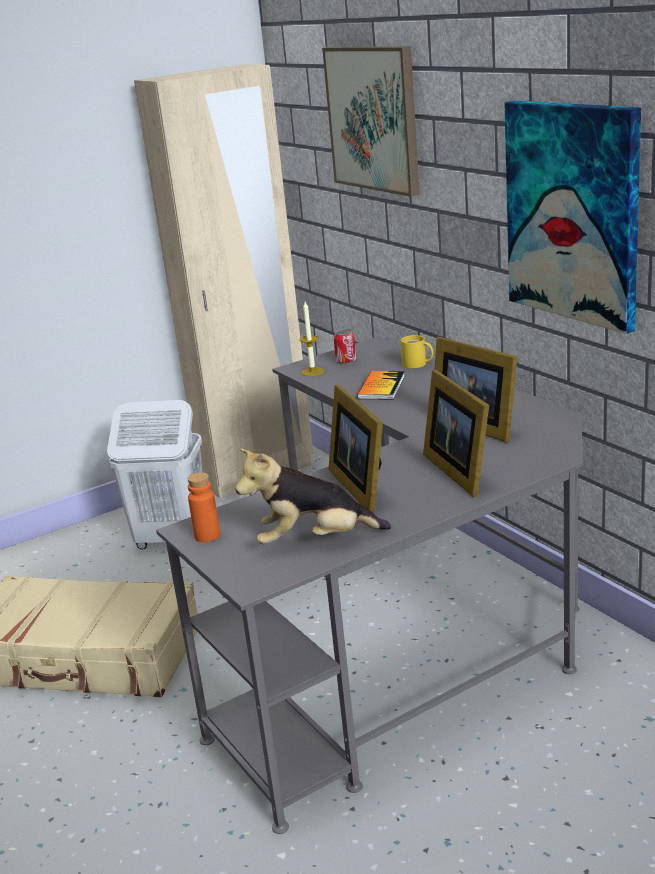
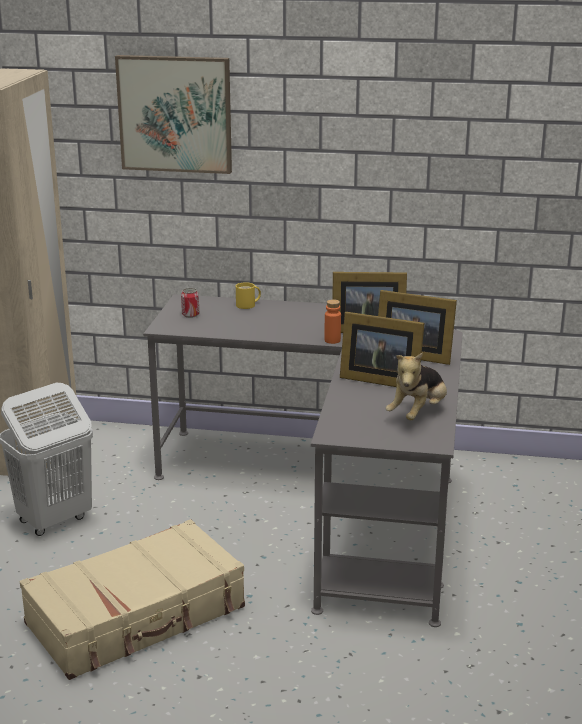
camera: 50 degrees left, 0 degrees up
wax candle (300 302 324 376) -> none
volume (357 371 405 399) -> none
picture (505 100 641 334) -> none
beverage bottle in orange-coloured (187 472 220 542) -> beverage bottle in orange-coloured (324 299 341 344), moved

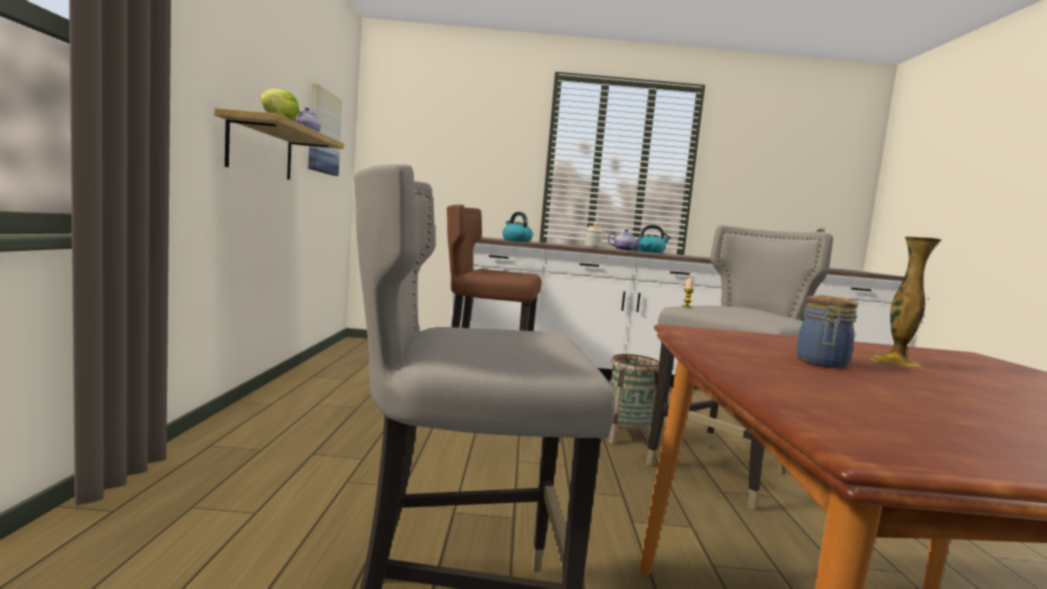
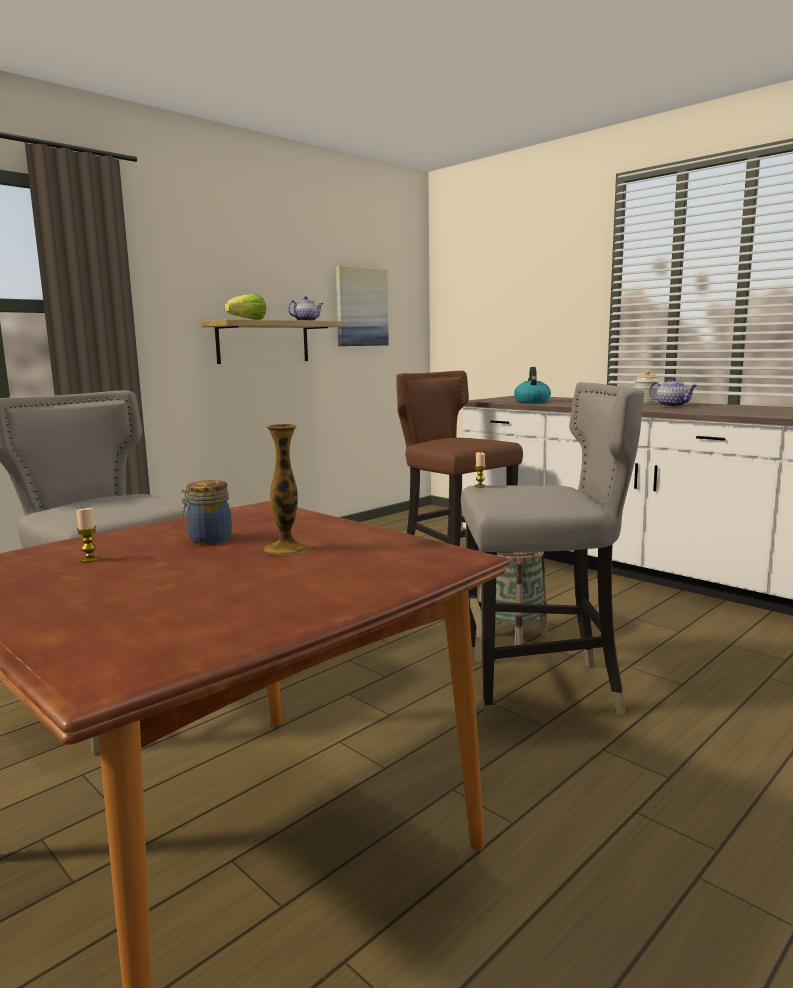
camera: 45 degrees right, 5 degrees up
tea kettle (637 225 671 253) -> none
none -> wax candle (76 508 100 563)

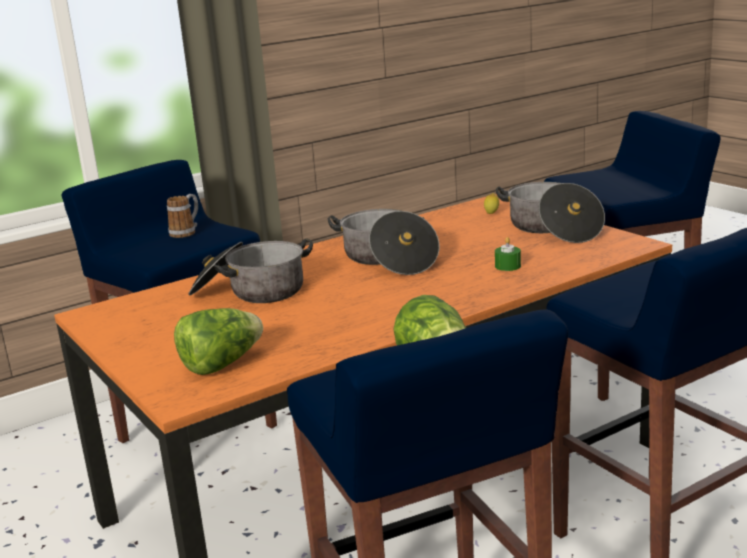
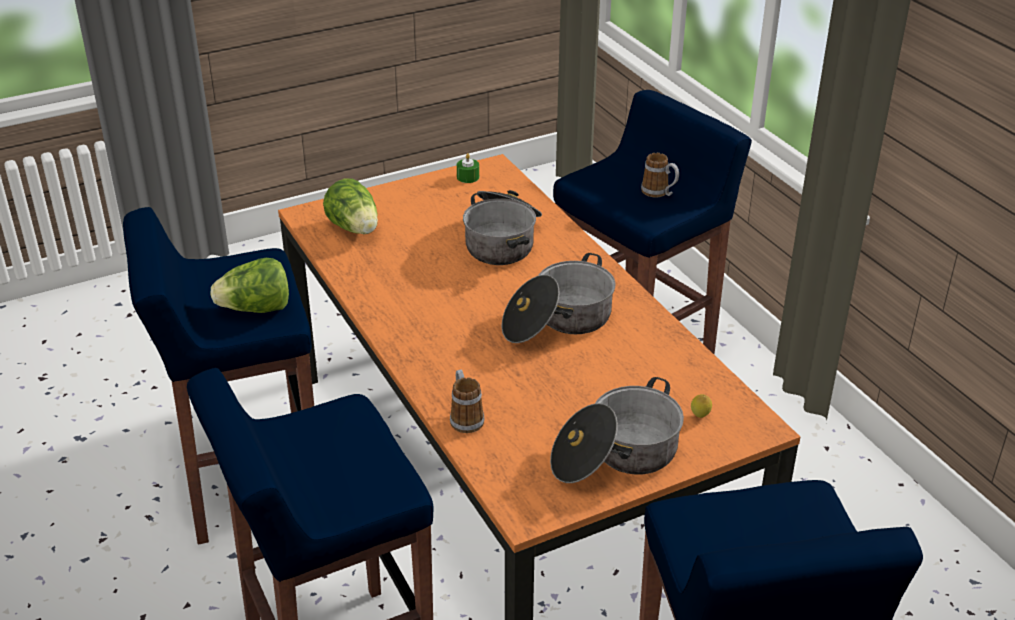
camera: 95 degrees right, 15 degrees up
none -> tea mug (450 370 484 433)
wax candle in greenish (495 237 521 271) -> wax candle in greenish (457 153 479 183), moved

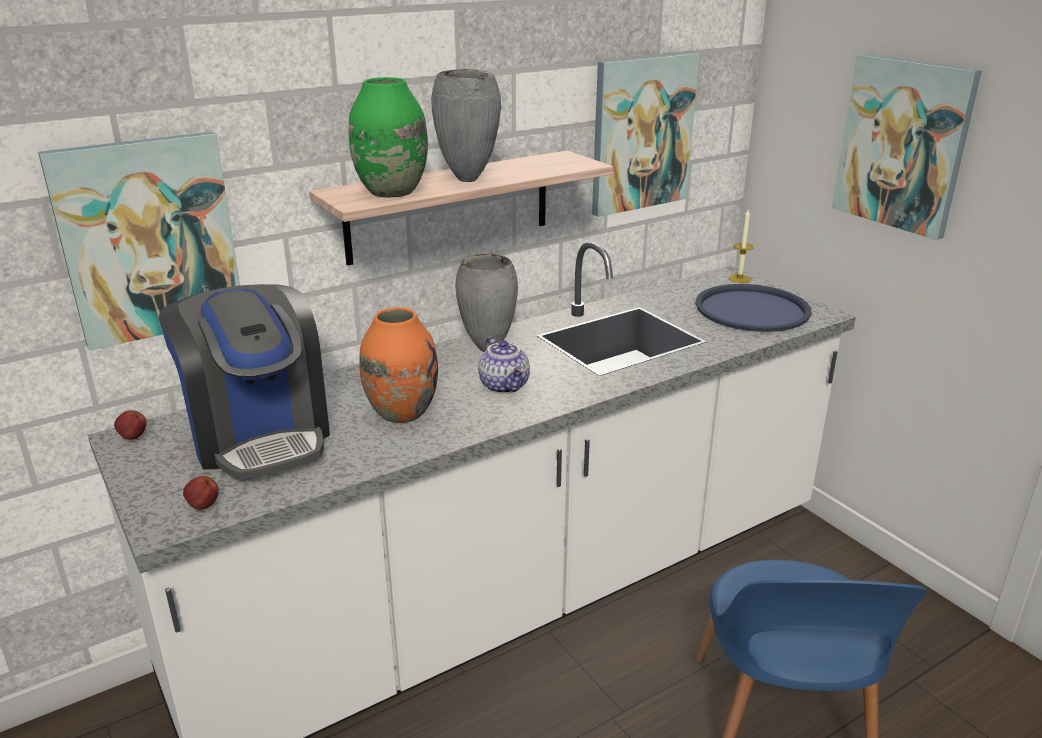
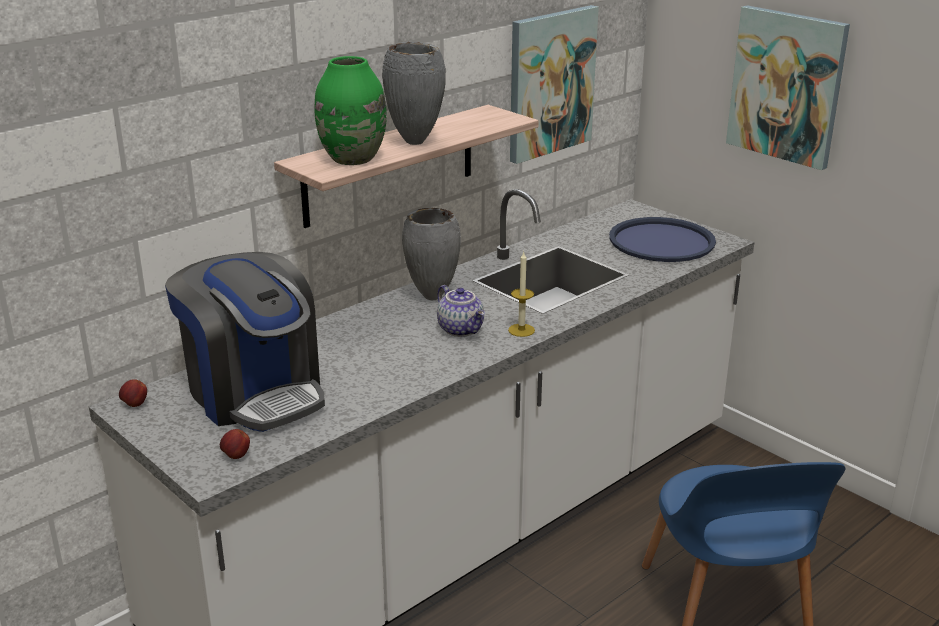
camera: 10 degrees left, 0 degrees up
picture (38 132 240 351) -> none
vase in orange-coloured (359 307 438 423) -> none
wax candle (728 210 753 283) -> wax candle (508 252 535 337), moved

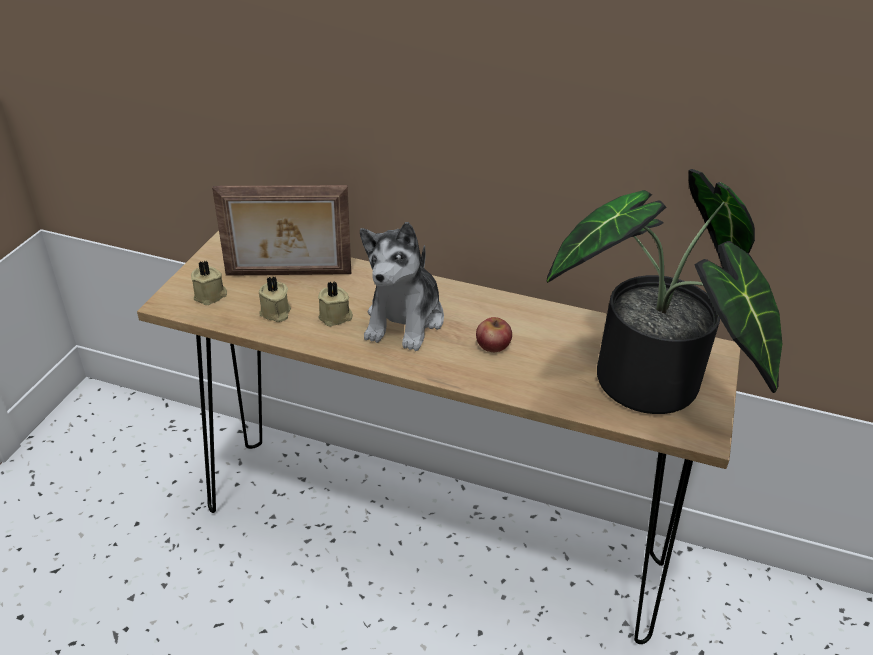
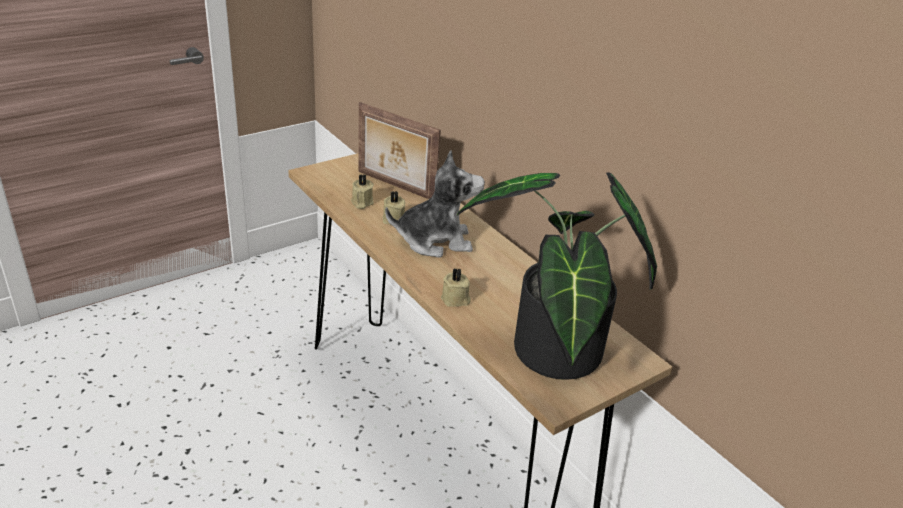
camera: 35 degrees right, 5 degrees down
apple (476 317 512 352) -> none
wax candle in sand-coloured (191 260 227 305) -> wax candle in sand-coloured (441 268 471 307), moved
cuddly toy (360 222 444 351) -> cuddly toy (385 151 485 258), 150 degrees counterclockwise

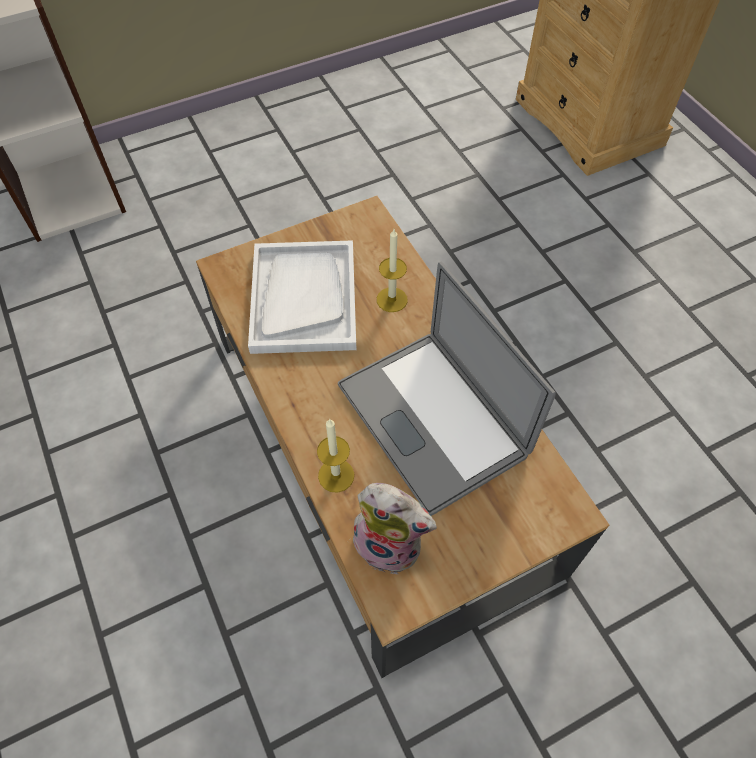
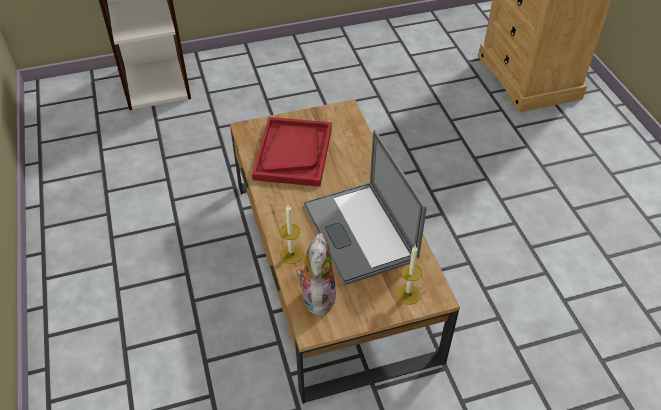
camera: 10 degrees right, 10 degrees down
wax candle (377 229 408 312) -> wax candle (396 245 422 305), moved
carrying tray in whitish (248 240 356 354) -> carrying tray in red (252 117 332 187)
cuddly toy (353 483 437 575) -> cuddly toy (296 233 336 316), 120 degrees counterclockwise

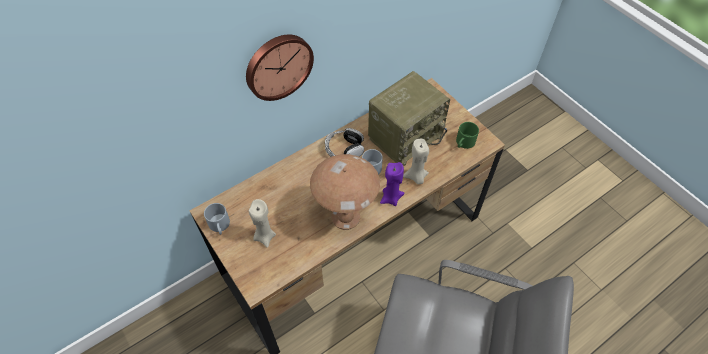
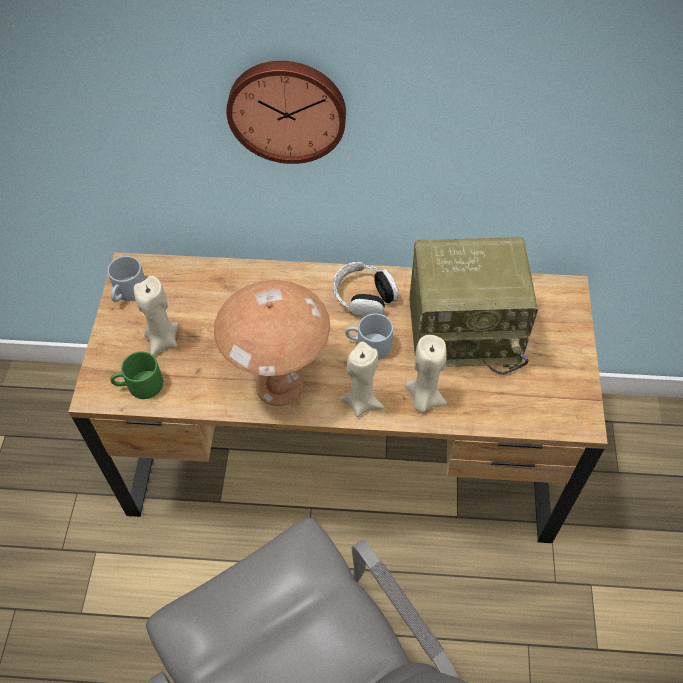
camera: 40 degrees right, 0 degrees up
tea mug in greenish (456 122 479 149) -> tea mug in greenish (110 351 163 399), moved
wax candle in purple-coloured (380 162 405 206) -> wax candle in sand-coloured (339 342 384 417)

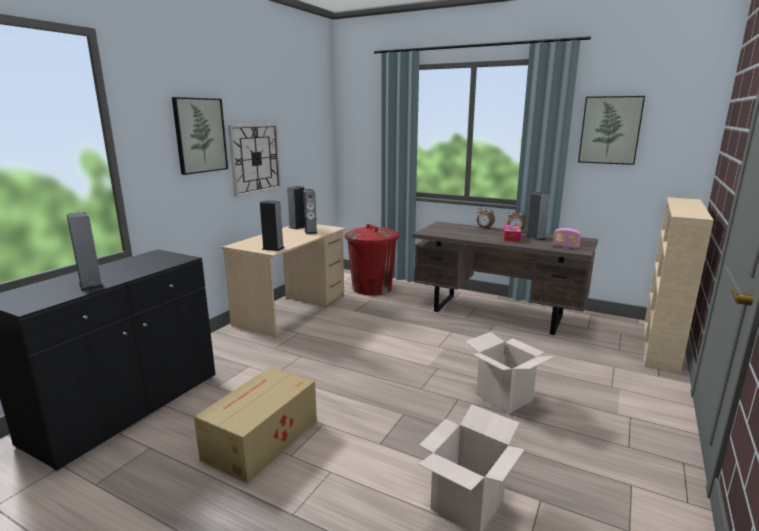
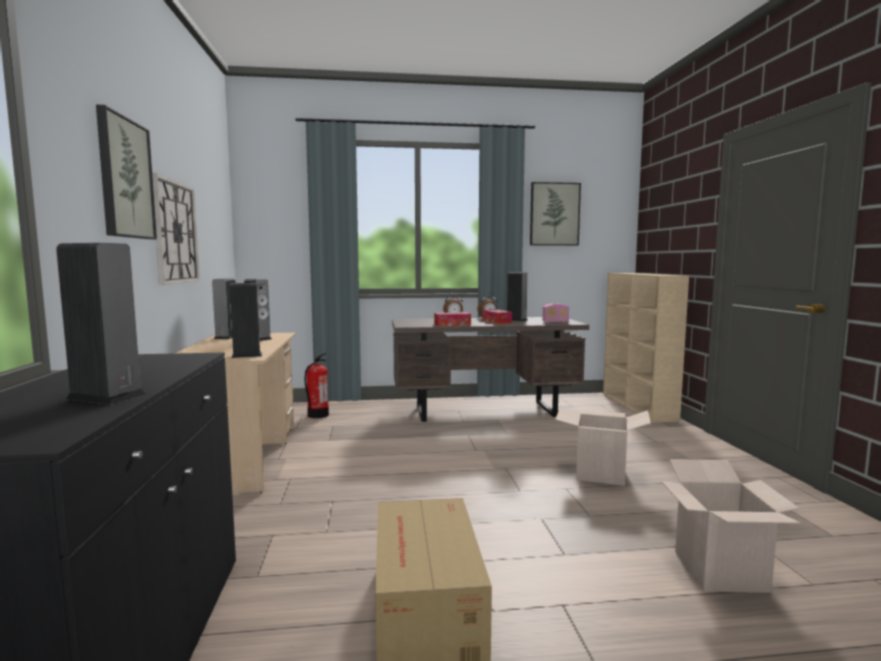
camera: 35 degrees left, 10 degrees down
none -> tissue box (434 312 471 326)
trash can in red (345 224 399 295) -> extinguisher (305 353 329 418)

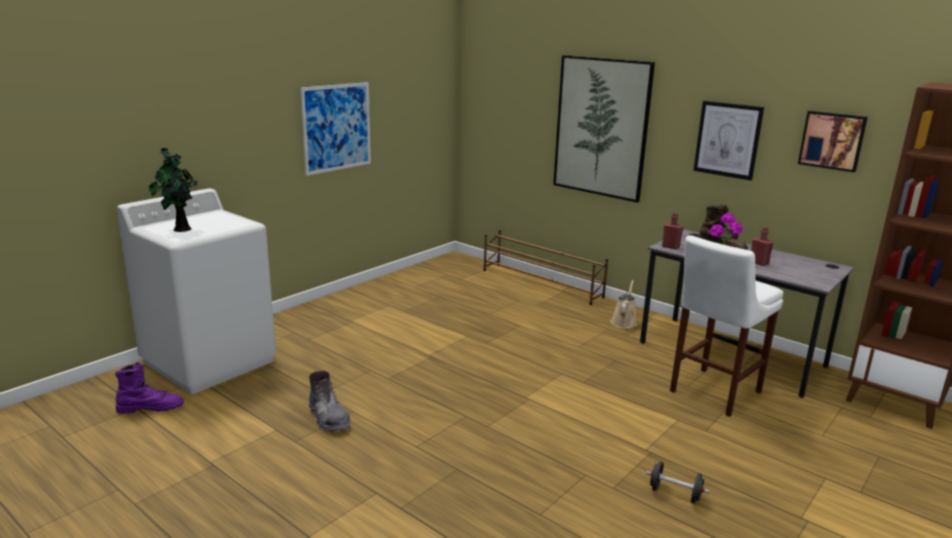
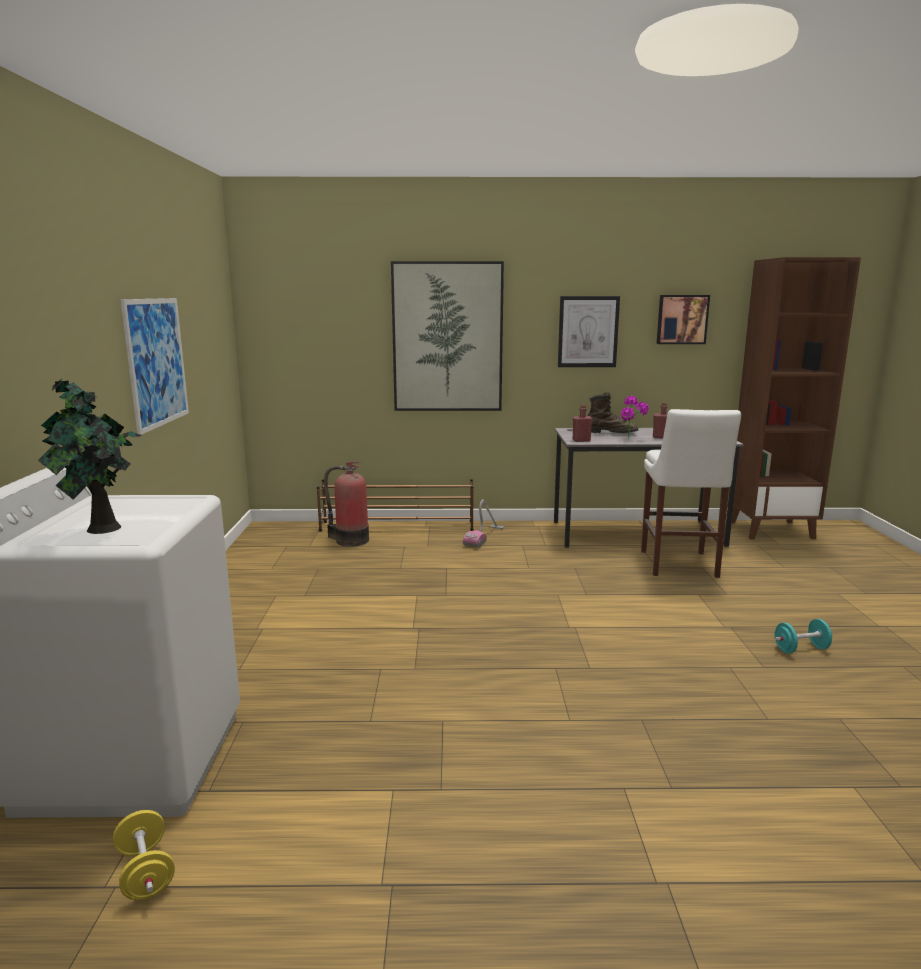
camera: 40 degrees left, 5 degrees down
boot in grey (309 371 351 433) -> none
watering pot in sand-coloured (610 280 637 329) -> none
none -> extinguisher (324 462 369 547)
none -> vacuum (463 499 504 548)
boot in purple-coloured (115 362 184 414) -> dumbbell in yellow-coloured (113 810 175 900)
dumbbell in blackish (646 461 709 504) -> dumbbell in turquoise-coloured (774 619 832 653)

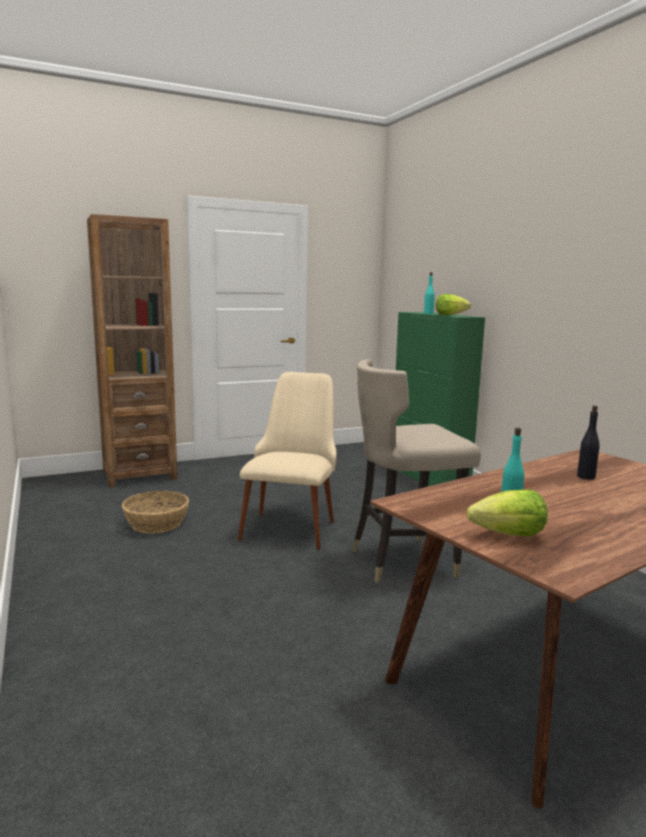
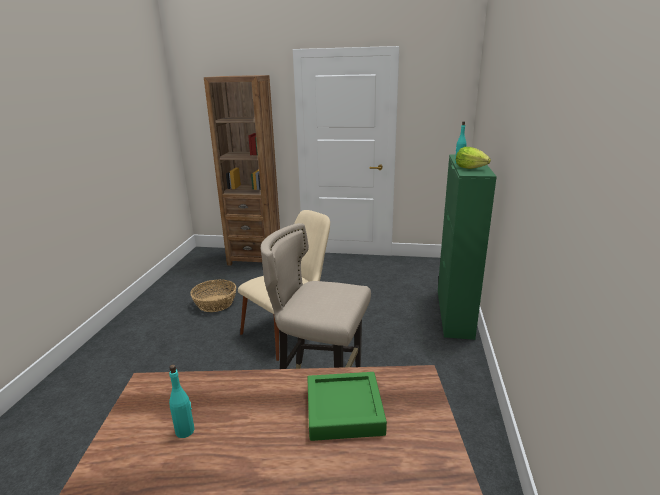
camera: 35 degrees right, 10 degrees up
lettuce head (467 489 548 536) -> none
beverage bottle in blackish (577 405 600 480) -> carrying tray in greenish (307 372 387 441)

